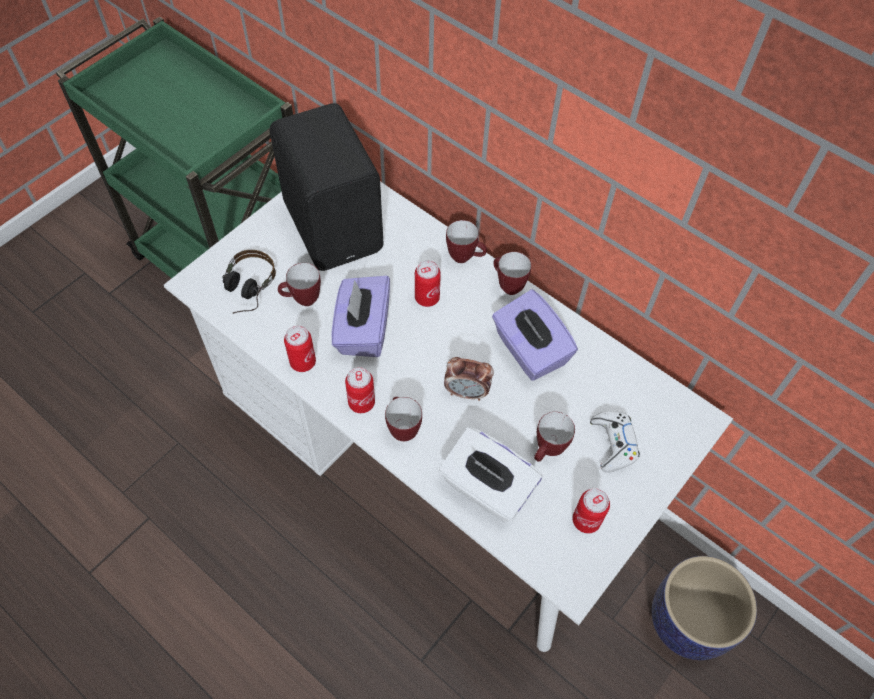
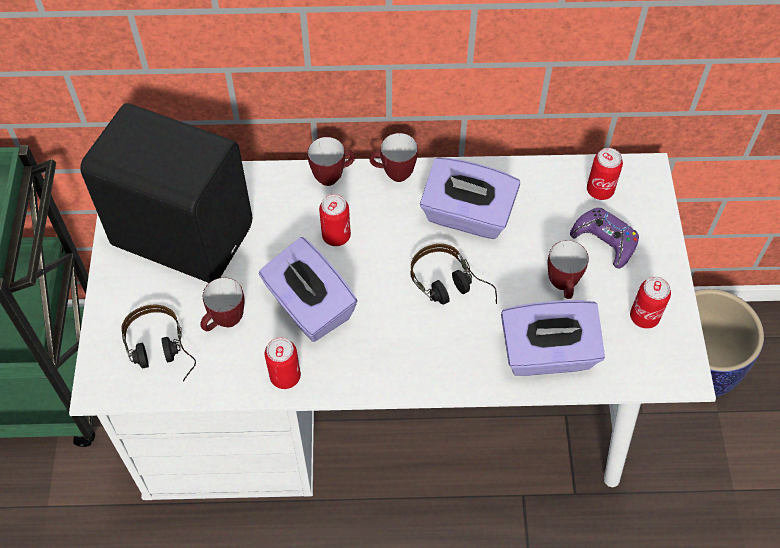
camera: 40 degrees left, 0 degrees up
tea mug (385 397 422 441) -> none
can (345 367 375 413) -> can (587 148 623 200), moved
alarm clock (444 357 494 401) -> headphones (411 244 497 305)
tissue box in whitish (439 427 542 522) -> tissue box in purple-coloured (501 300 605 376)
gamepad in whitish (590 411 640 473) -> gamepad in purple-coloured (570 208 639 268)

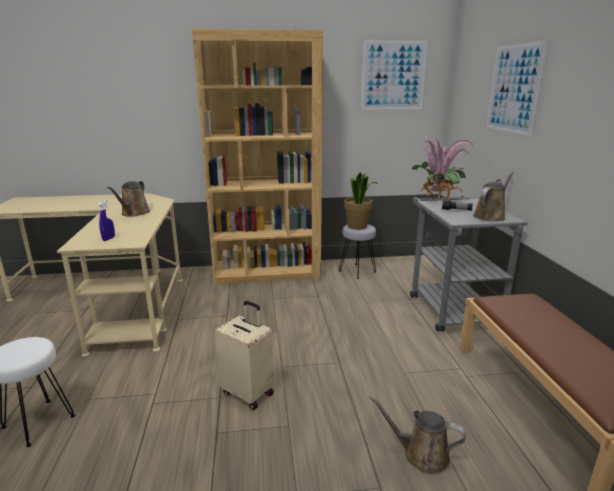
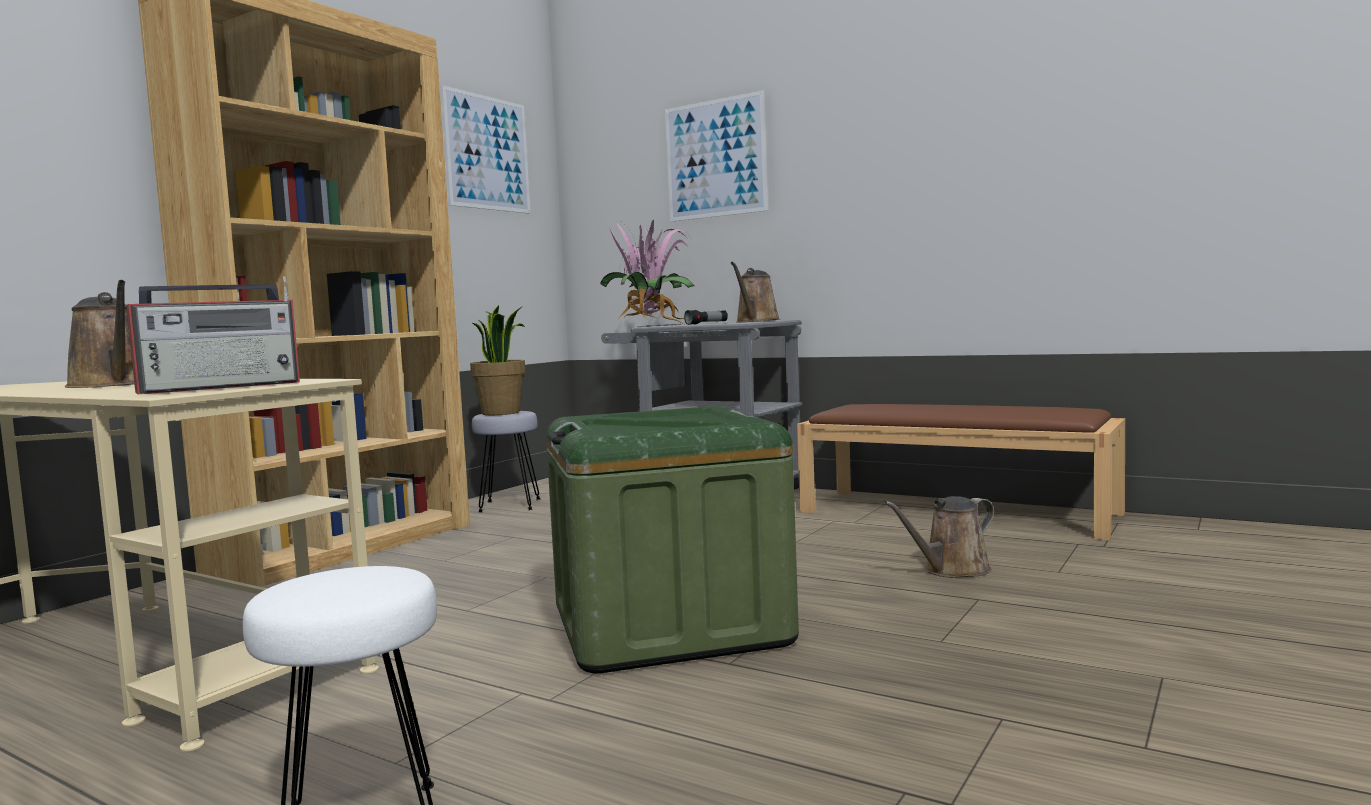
camera: 50 degrees left, 15 degrees down
spray bottle in bluish (98 200 115 241) -> radio receiver (126 276 300 394)
piece of luggage in sand-coloured (214 301 274 410) -> storage bin in greenish (546 406 799 674)
watering pot in brown-coloured (473 172 514 221) -> watering pot in brown-coloured (731 262 780 322), 150 degrees counterclockwise

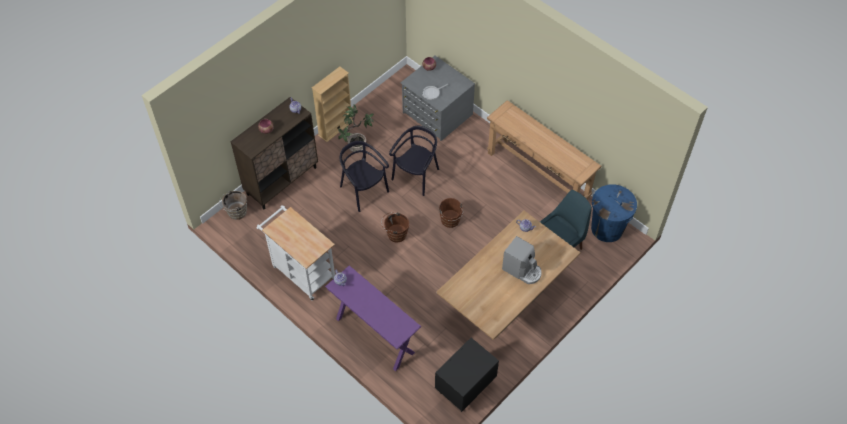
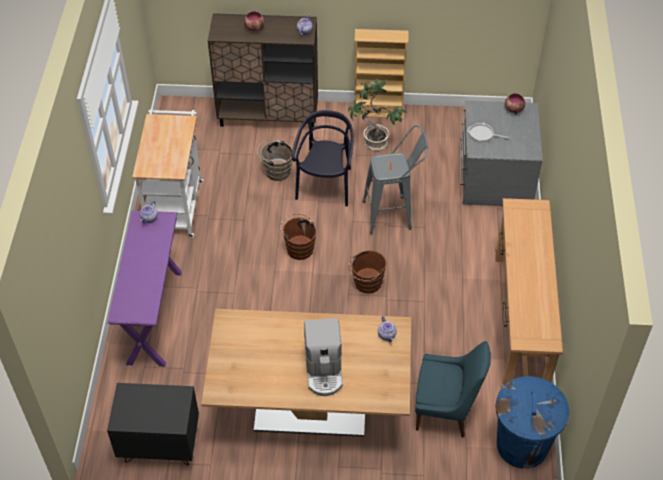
camera: 50 degrees right, 5 degrees down
bucket in brown-coloured (219 191 247 220) -> bucket in brown-coloured (257 139 293 181), moved
plain chair in blackish (389 126 439 196) -> stool seat in grey (363 125 428 235)

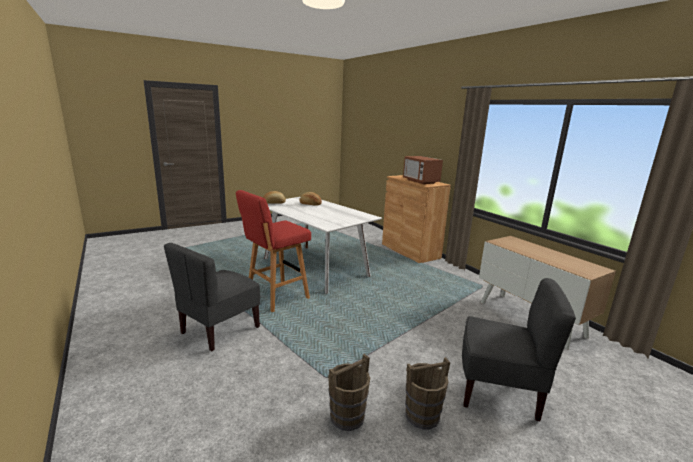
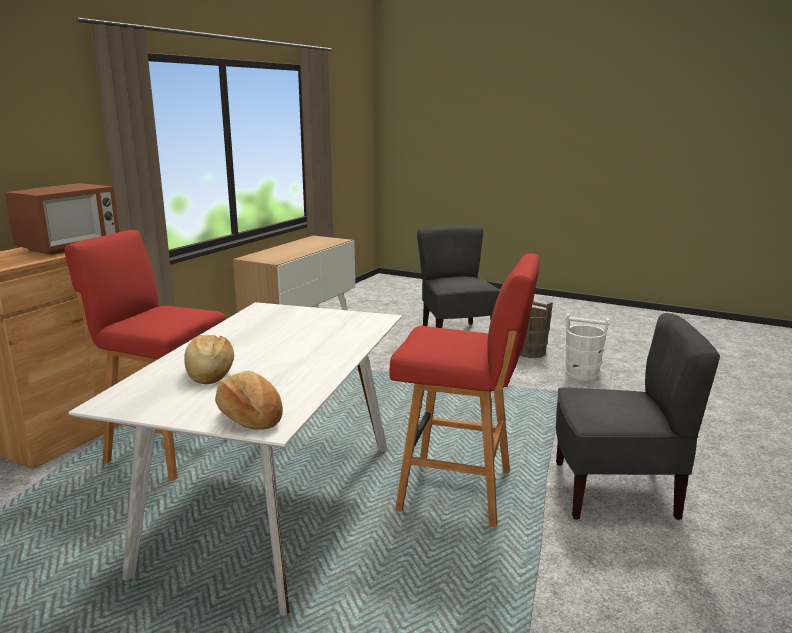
camera: 120 degrees left, 0 degrees up
none -> stool seat in red (64 230 226 481)
bucket in brown-coloured (328 354 370 431) -> bucket in whitish (565 313 610 381)

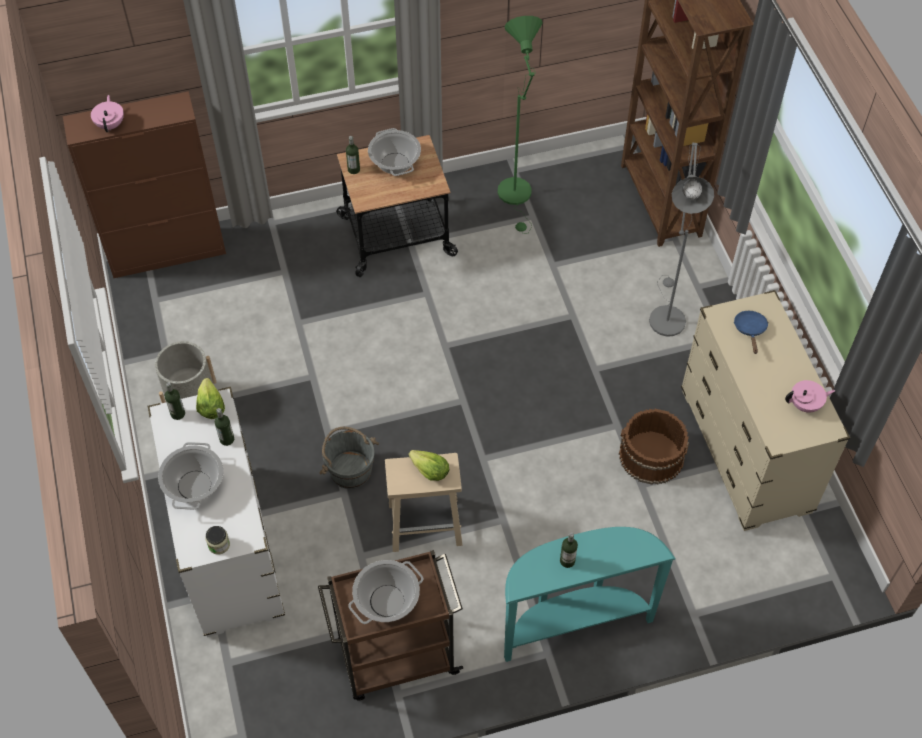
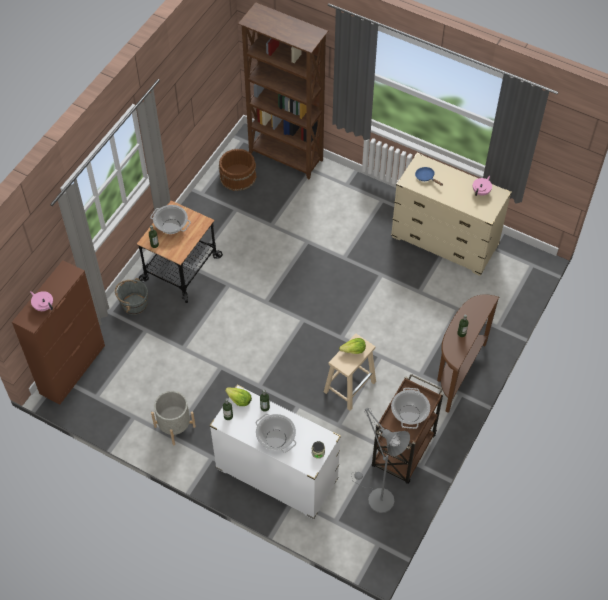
camera: 45 degrees left, 0 degrees up
standing lamp in greenish (498 16 543 234) -> none
bucket in grey (319 427 379 489) -> bucket in grey (115 278 148 315), moved
bucket in brown-coloured (619 409 689 485) -> bucket in brown-coloured (219 149 256 191), moved
standing lamp in grey (649 143 714 337) -> standing lamp in grey (351 408 410 513), moved
narrow table in turquoise-coloured (504 527 676 662) -> narrow table in brown-coloured (437 294 499 413)

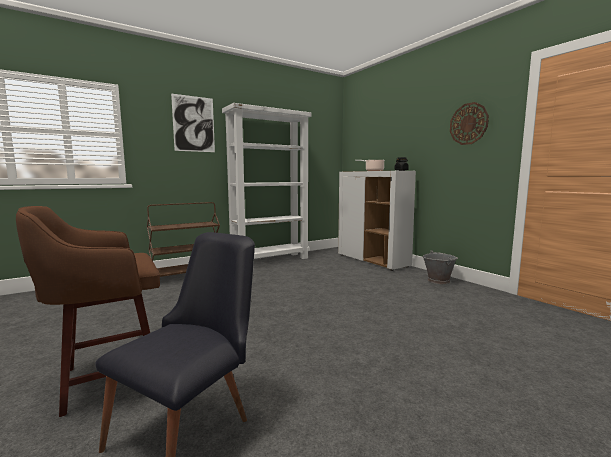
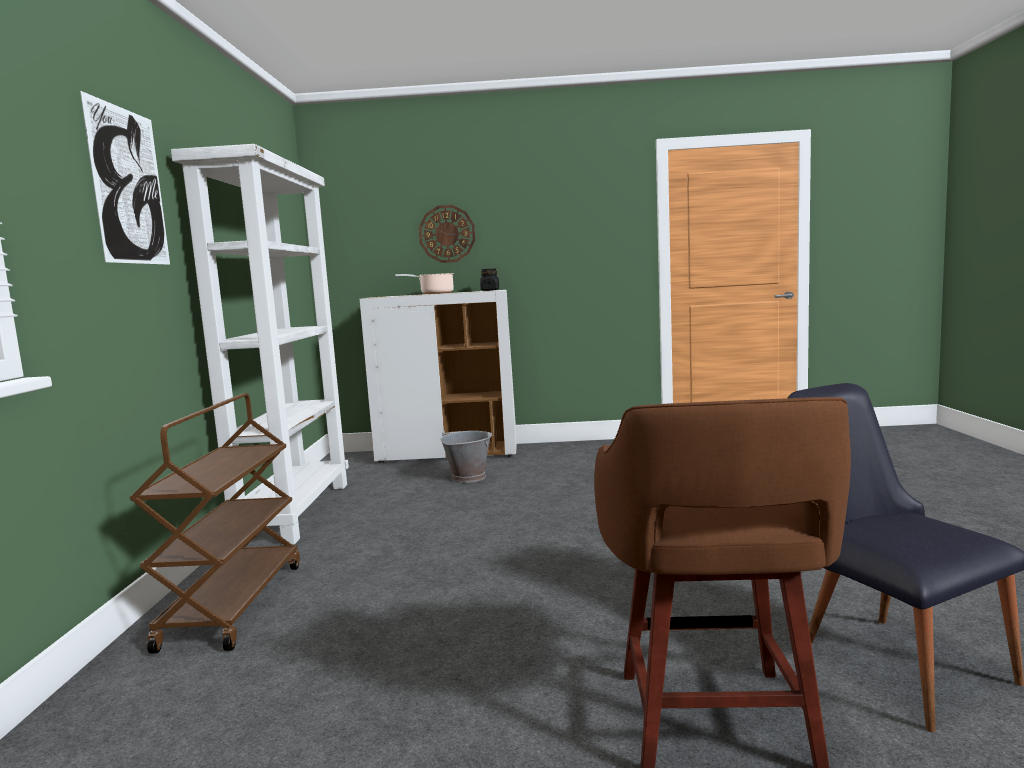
camera: 55 degrees left, 0 degrees up
bucket in grey (423 250 458 285) -> bucket in grey (440 430 492 483), moved
clock on the wall (450 102 489 145) -> clock on the wall (419 205 475 263), moved

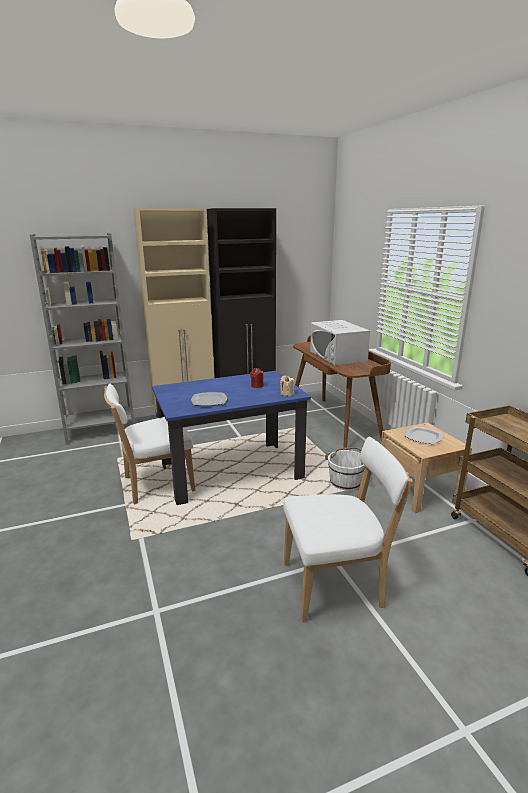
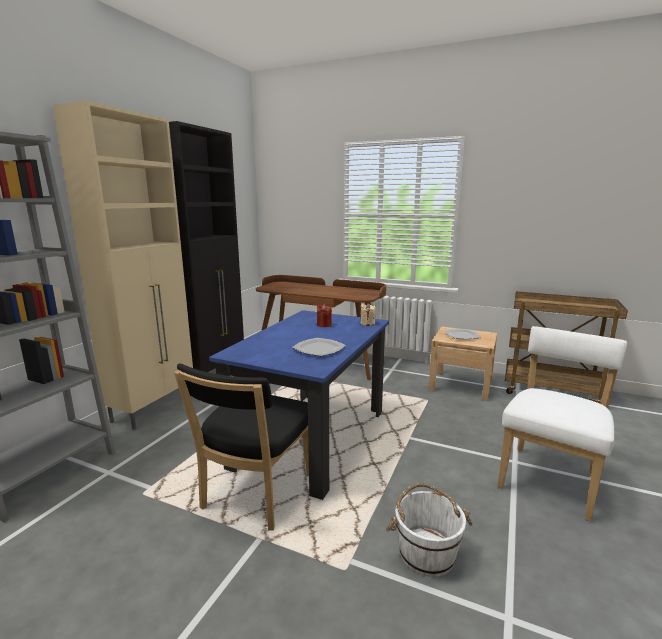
camera: 45 degrees left, 5 degrees down
microwave in whitish (310 320 370 366) -> none
bucket in whitish (325 447 365 491) -> bucket in whitish (386 483 473 577), moved
plain chair in whitish (104 384 195 504) -> plain chair in blackish (174 363 309 530)

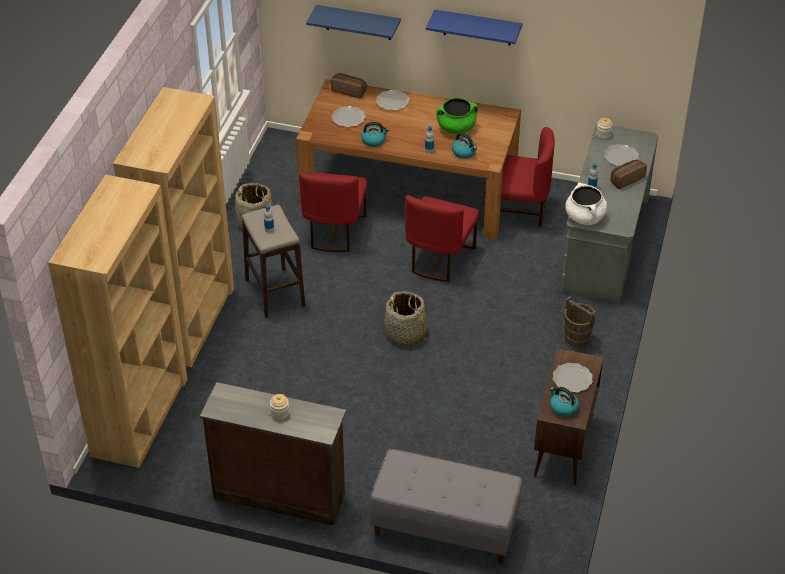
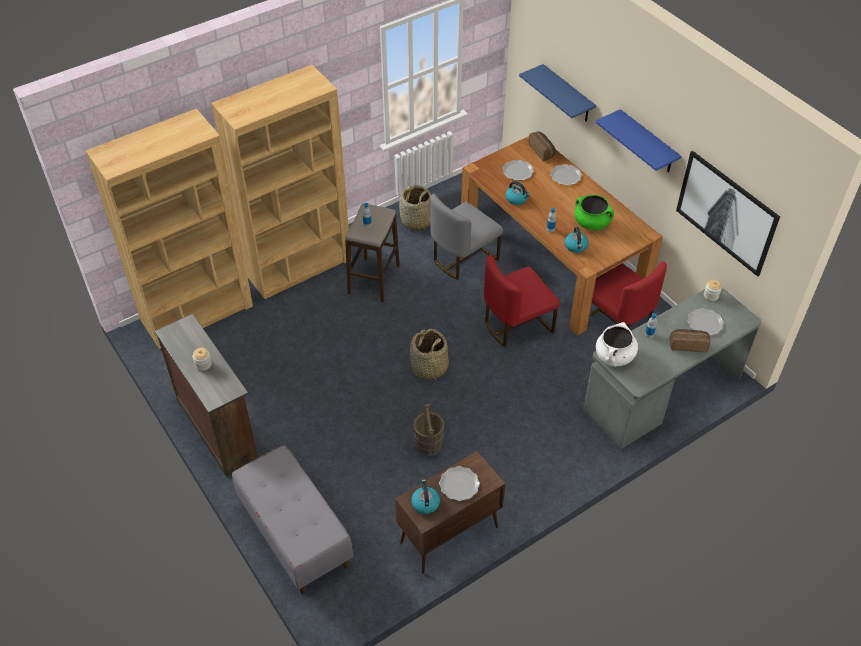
camera: 40 degrees right, 5 degrees up
none -> picture (676 151 780 277)
bucket in brown-coloured (564 296 596 350) -> bucket in brown-coloured (413 404 444 456), moved
plain chair in red (299 172 367 252) -> plain chair in grey (430 194 503 280)

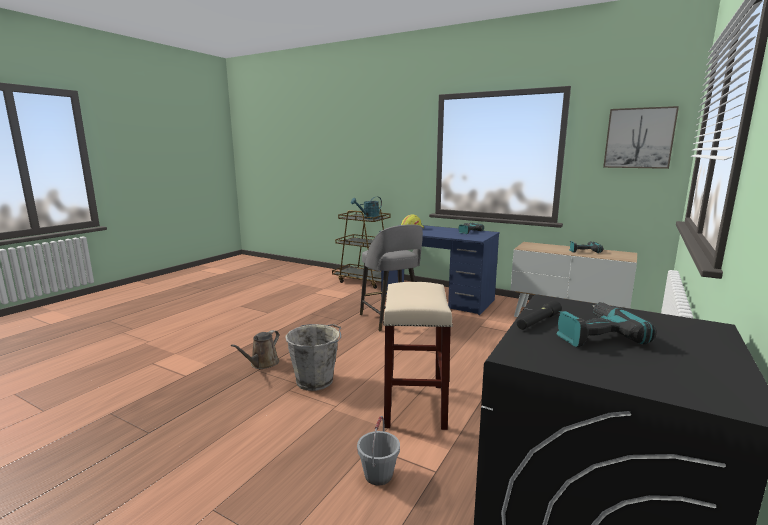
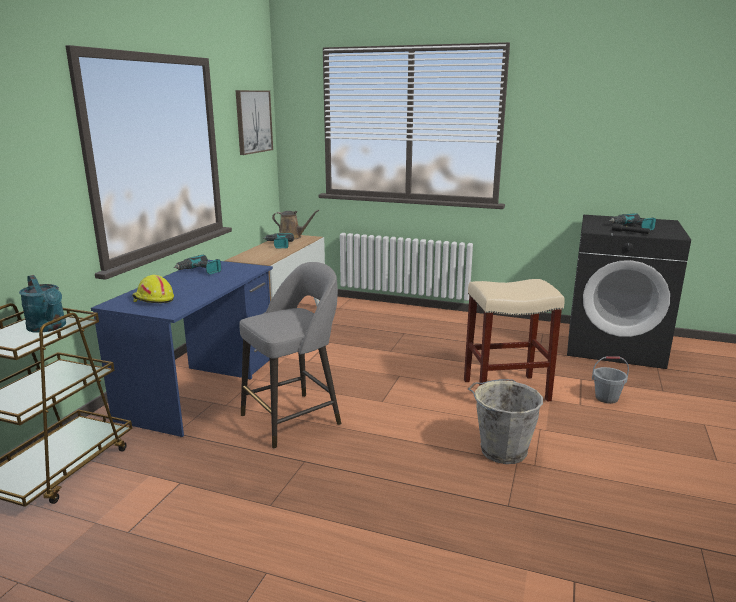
camera: 100 degrees left, 5 degrees up
watering pot in brown-coloured (231 330 279 369) -> watering pot in brown-coloured (272 210 319 239), moved

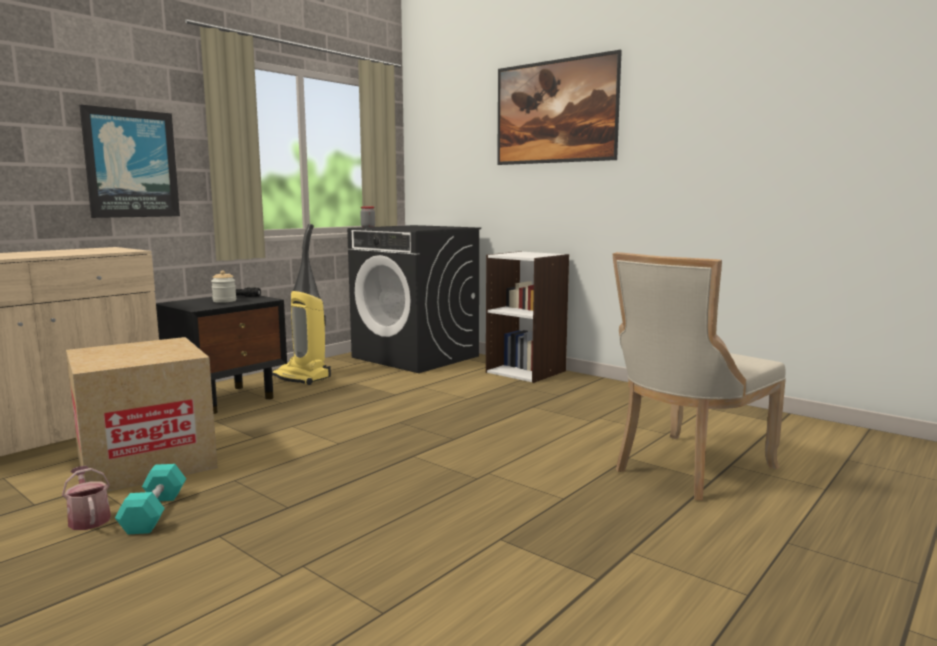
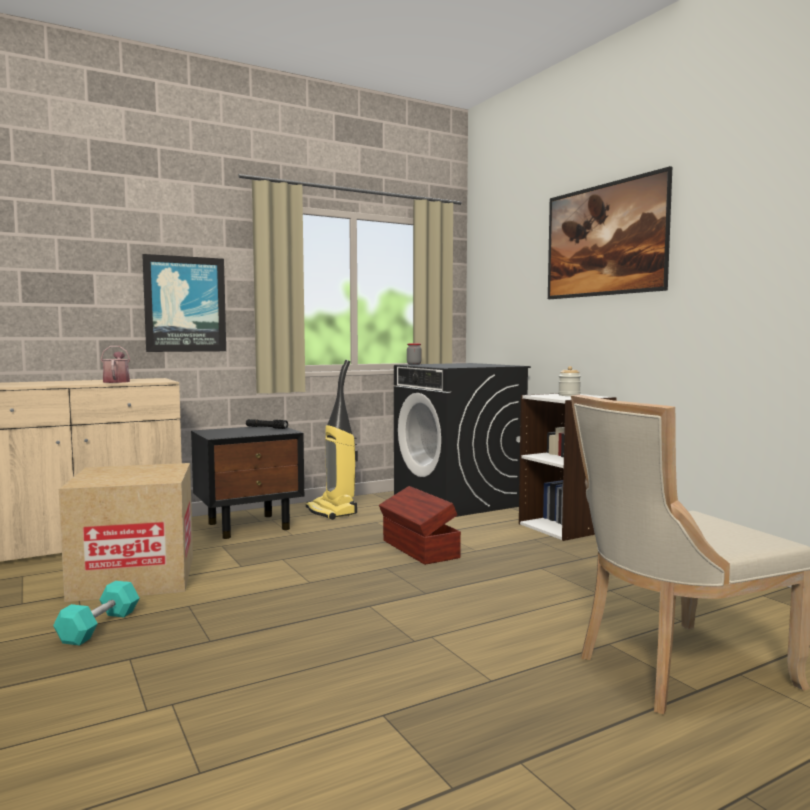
camera: 20 degrees right, 5 degrees down
none -> storage bin in brown-coloured (379 486 461 565)
watering pot (62 466 111 530) -> watering pot (101 346 130 383), moved
preserve jar (211 270 236 303) -> preserve jar (558 366 581 396), moved

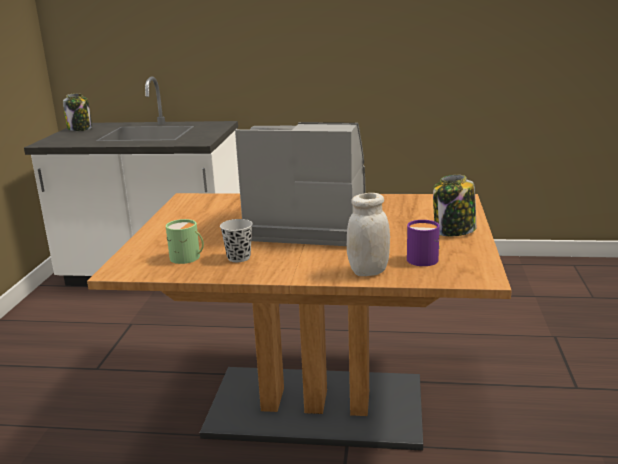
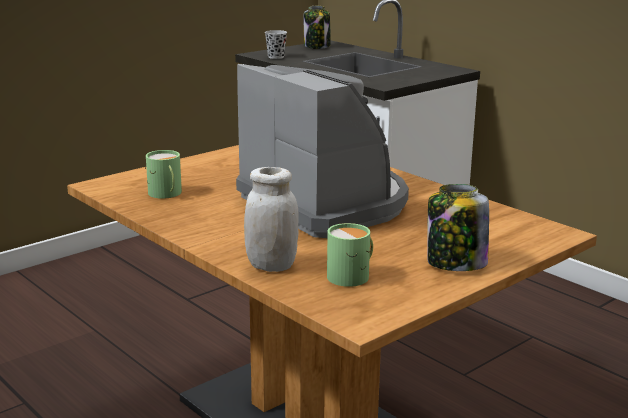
camera: 40 degrees right, 0 degrees up
small cup in blackish (220 219 253 262) -> small cup in blackish (265 30 287 59), moved
tea mug in purple-coloured (407 220 440 266) -> tea mug in greenish (327 223 373 287)

